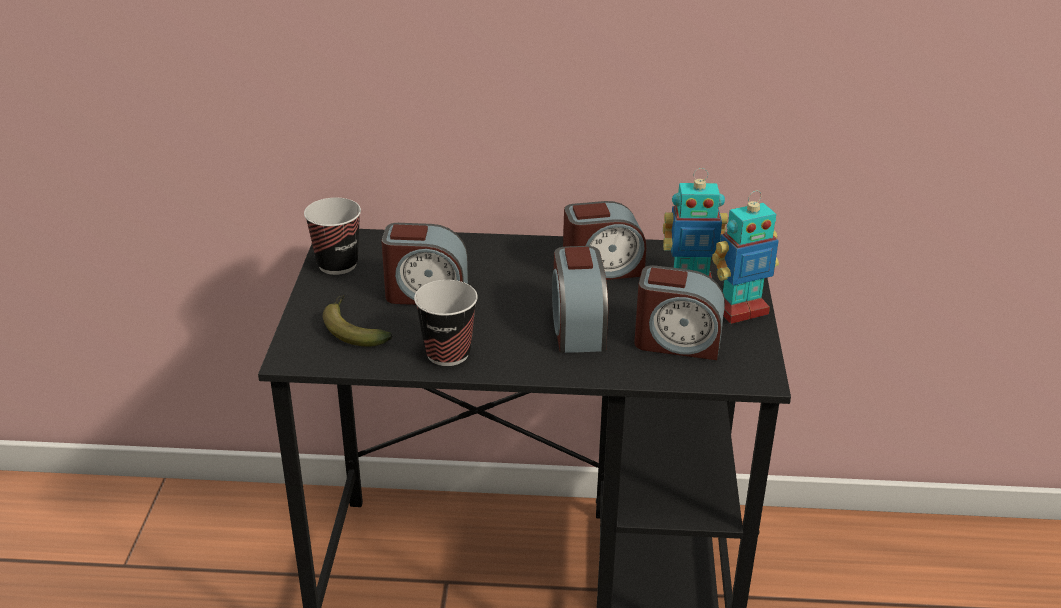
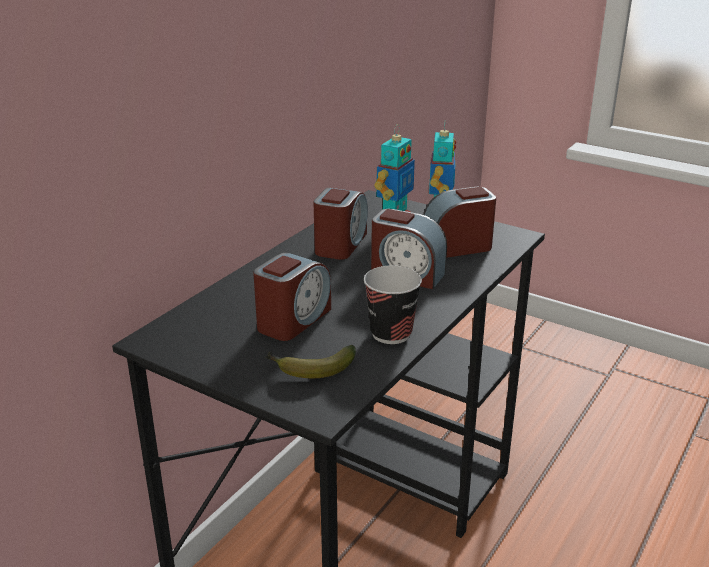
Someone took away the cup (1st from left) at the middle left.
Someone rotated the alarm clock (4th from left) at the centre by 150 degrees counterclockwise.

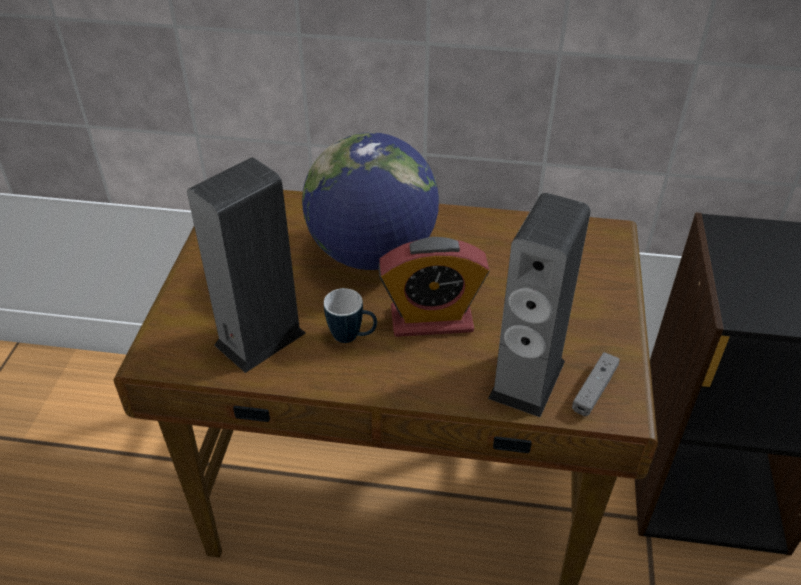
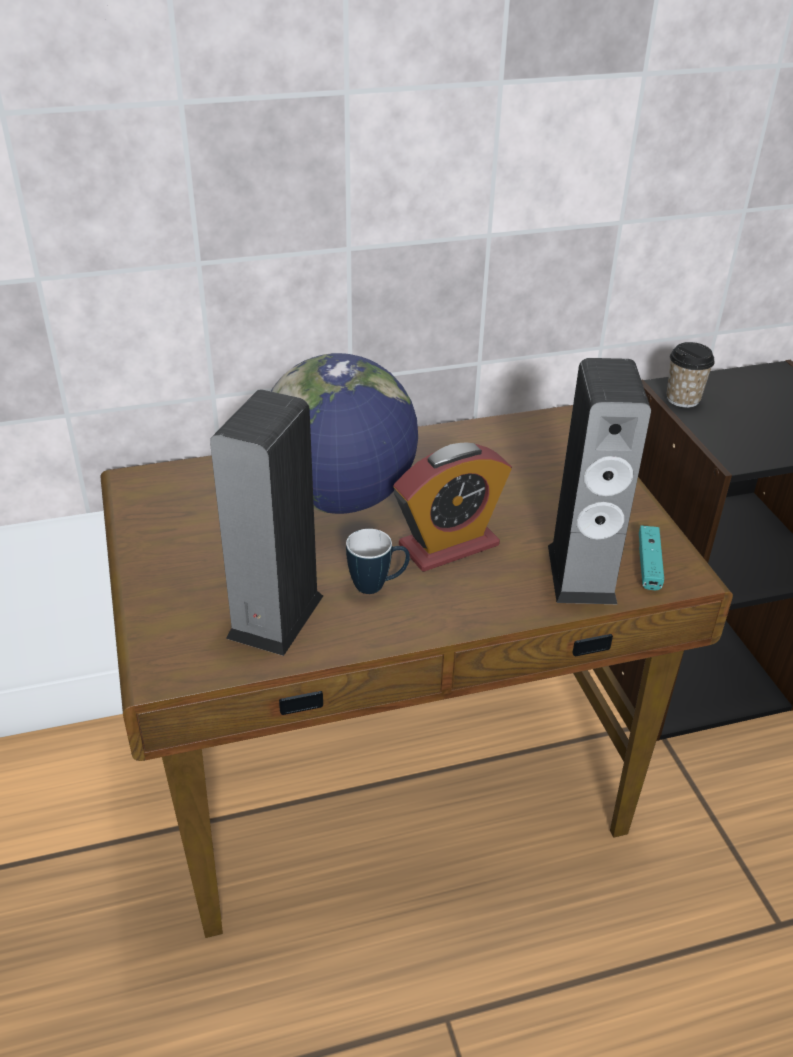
Someone put down the cup at the middle right.
Someone repainted the game controller/grey at the middle right, which became the game controller/turquoise at the middle right.

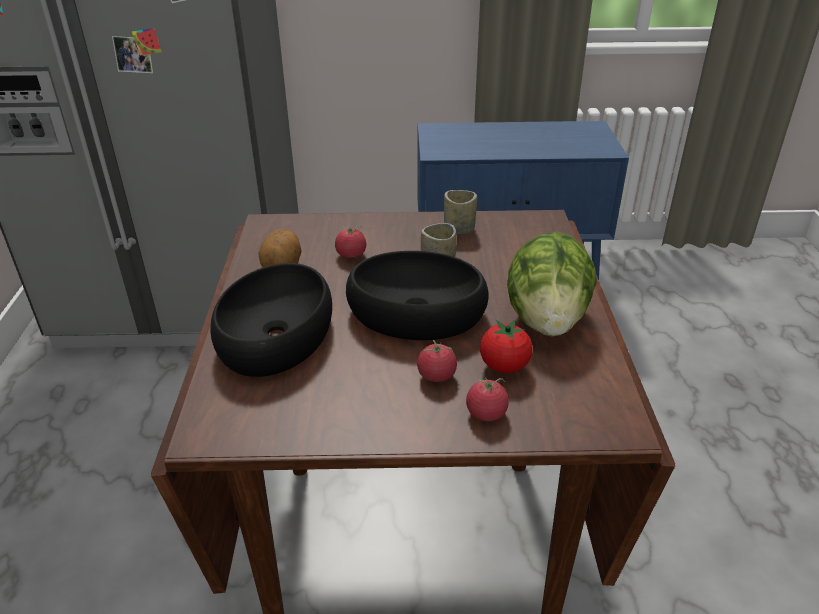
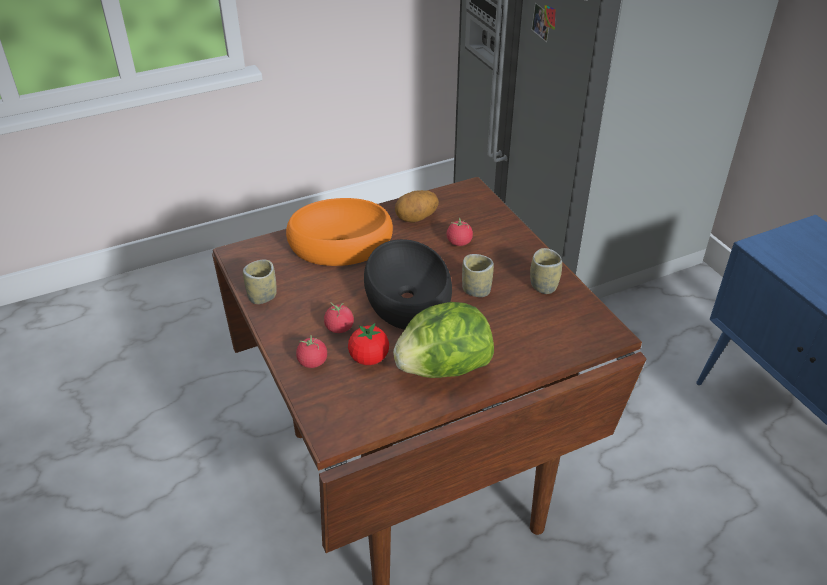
Someone put down the cup (1st from left) at the middle left.
Someone repainted the bowl/black (1st from left) at the middle left, which became the bowl/orange at the centre.

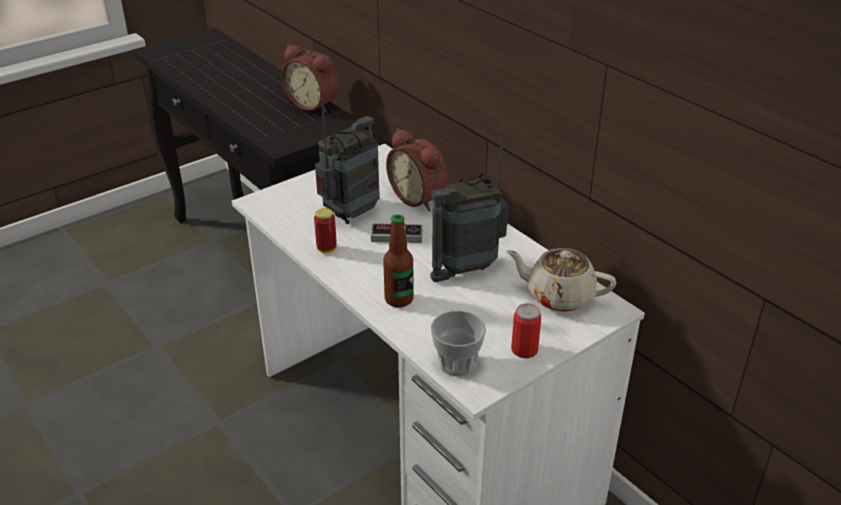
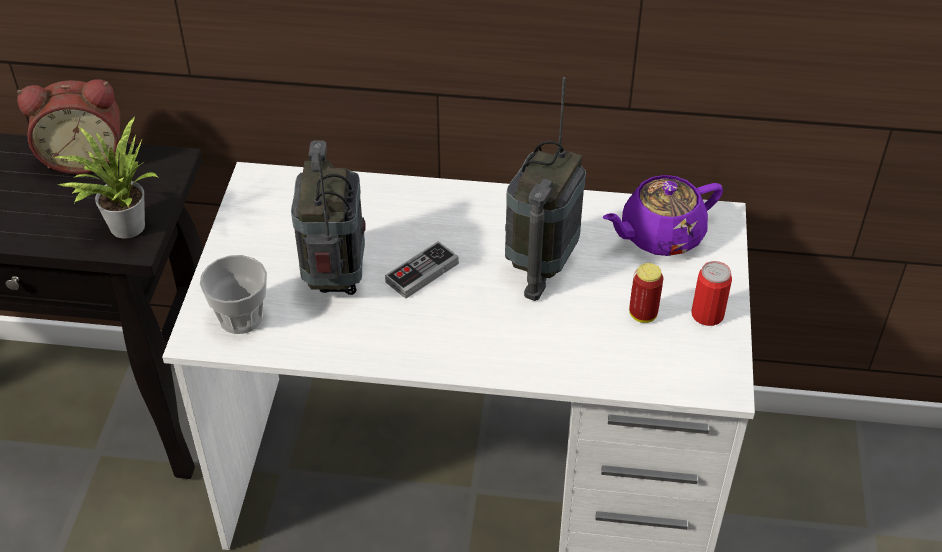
Someone took away the bottle at the centre.
Someone took away the alarm clock (2nd from left) at the centre.
Someone put down the potted plant at the top left.
Someone carried the can (1st from left) from the centre to the middle right.
Someone carried the cup from the bottom centre to the middle left.
Someone repainted the teapot/beige at the middle right, which became the teapot/purple at the middle right.

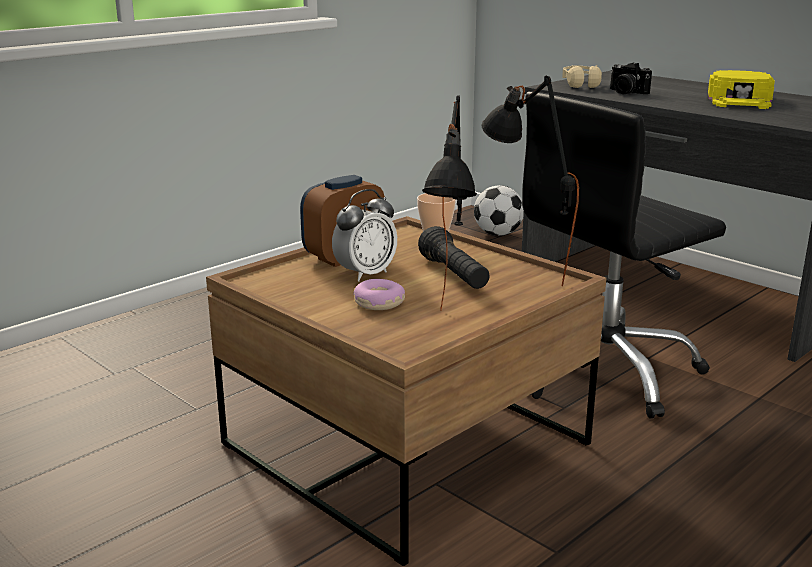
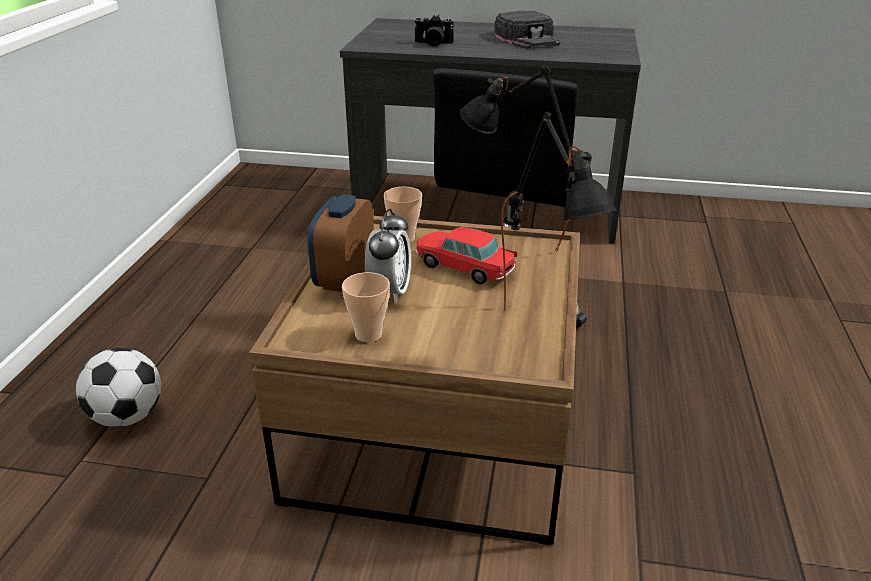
Someone took away the donut at the centre.
Someone took away the headphones/beige at the top right.
Someone put down the cup (1st from left) at the centre.
Someone carried the football from the centre to the middle left.
Someone swapped the flashlight/black at the centre for the toy car at the centre.
Someone repainted the cap/yellow at the top right, which became the cap/black at the top centre.

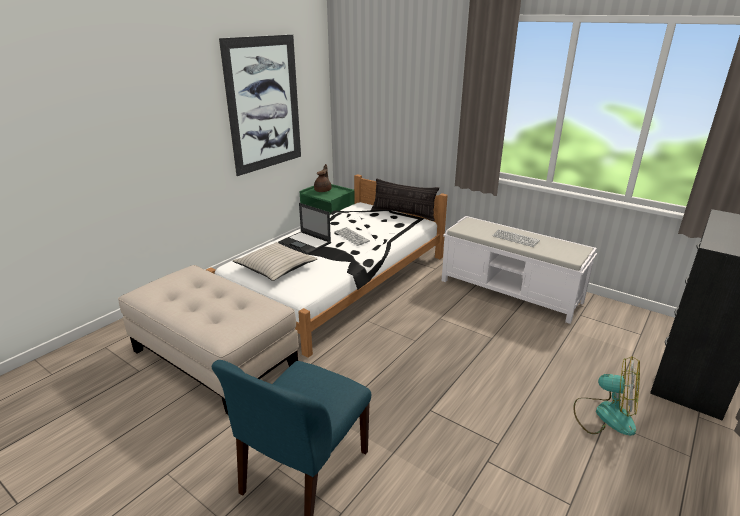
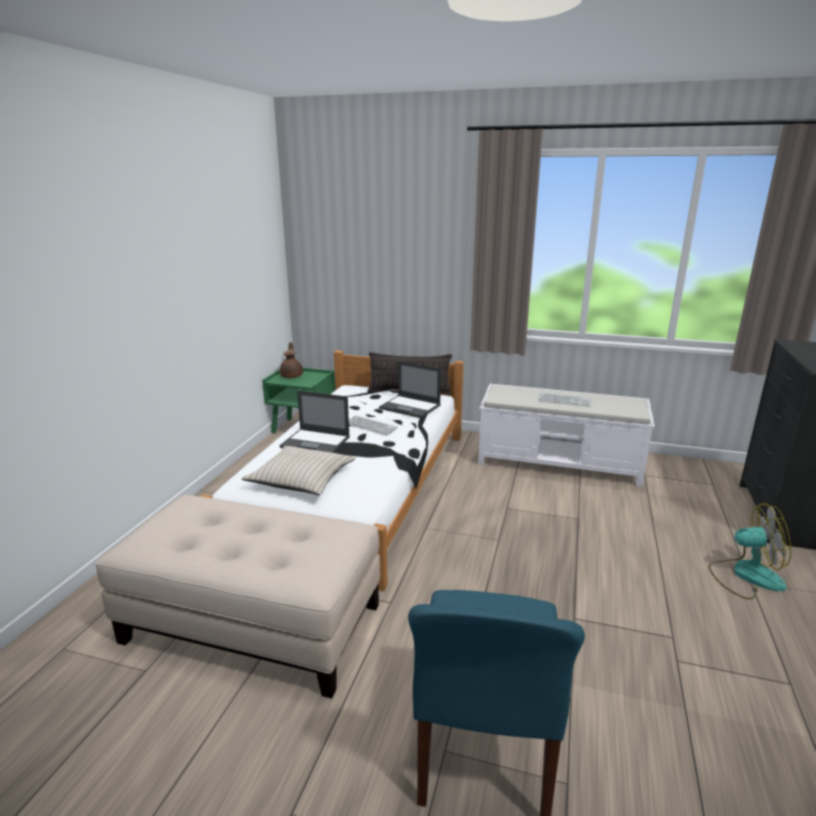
Someone took away the picture at the top centre.
Someone put down the laptop (2nd from left) at the centre.

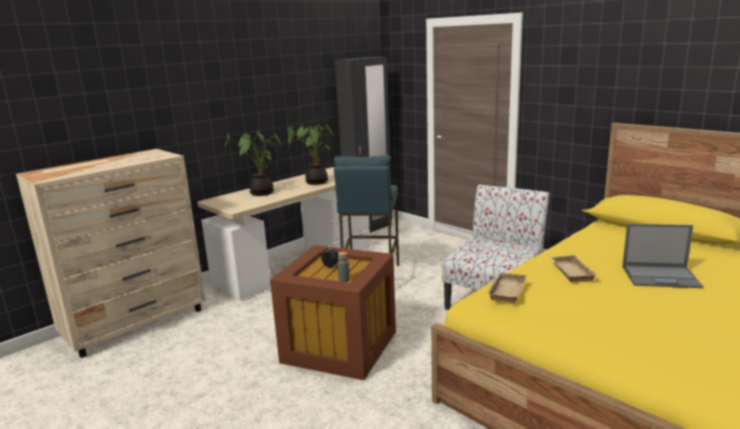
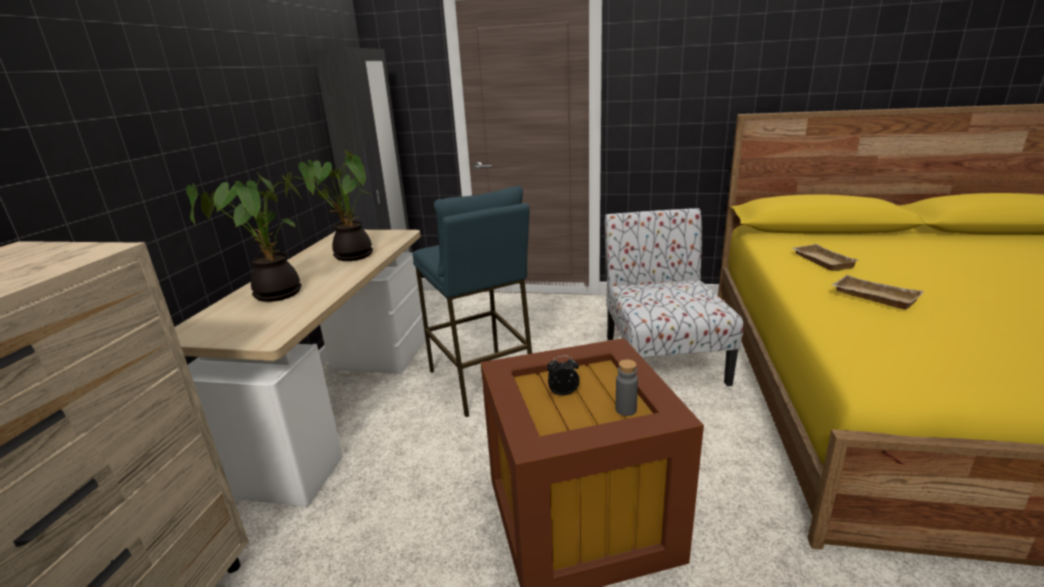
Someone took away the laptop at the middle right.
Someone carried the tray/beige (1st from left) from the bottom right to the middle right.

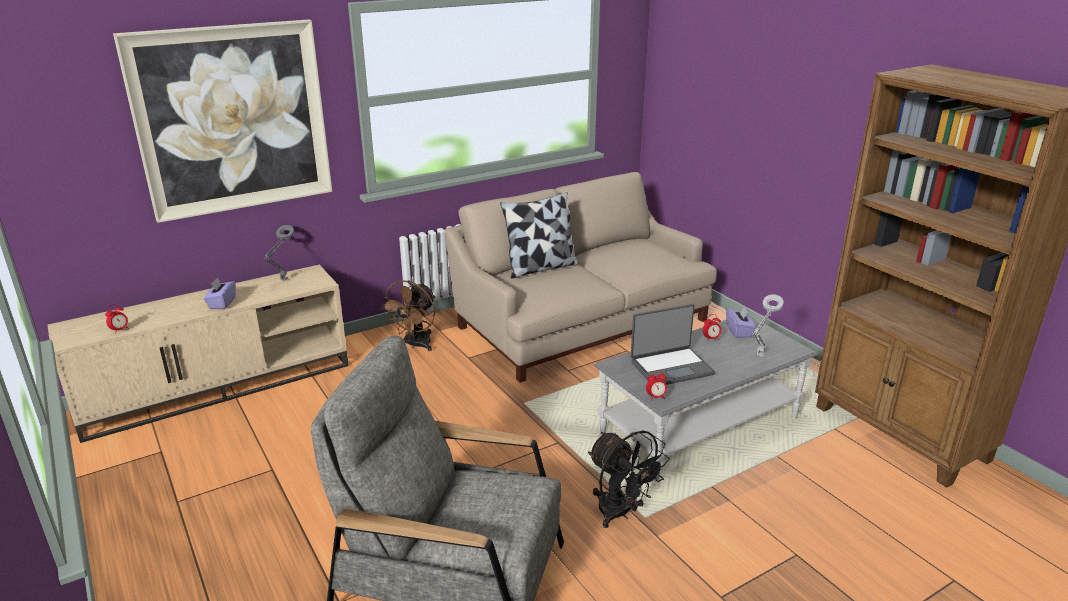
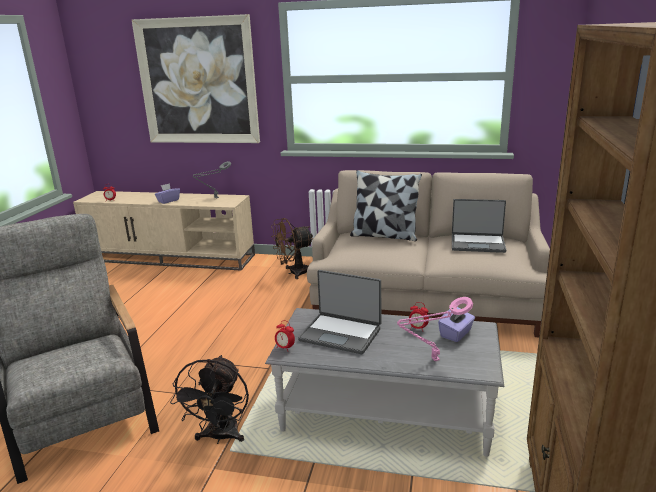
Someone put down the laptop (2nd from left) at the middle right.
Someone repainted the table lamp/grey (2nd from left) at the middle right, which became the table lamp/pink at the bottom centre.

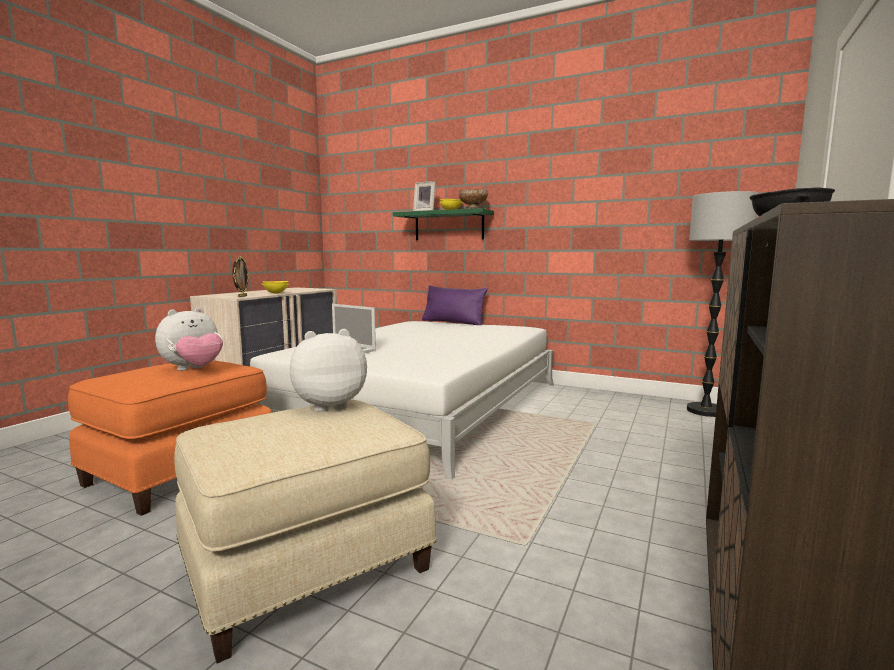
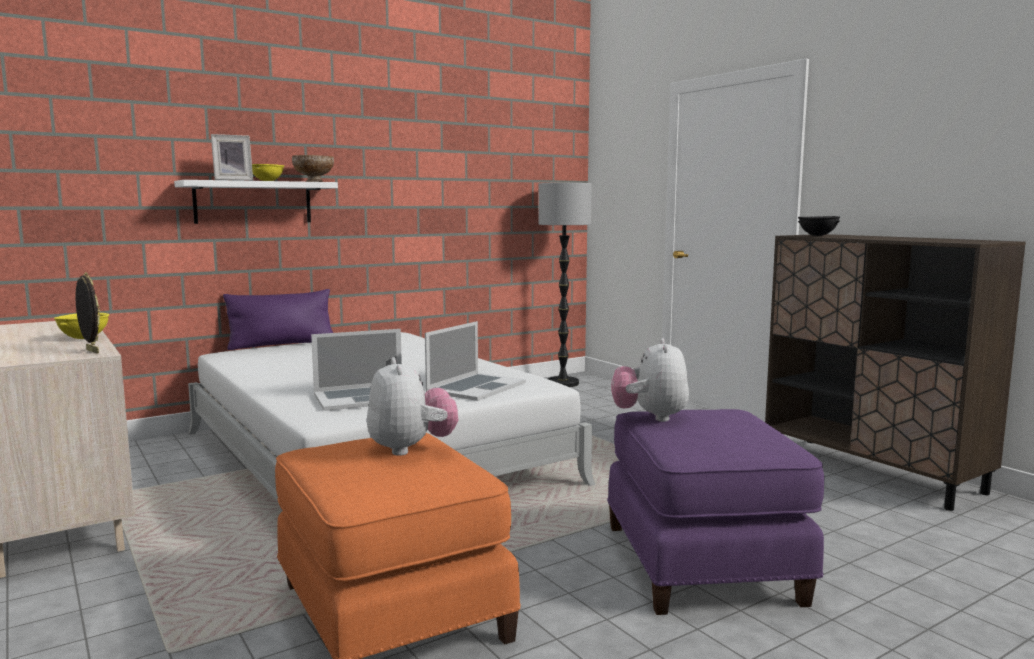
Someone put down the laptop (2nd from left) at the centre.
Someone repainted the ottoman/beige at the bottom centre, which became the ottoman/purple at the bottom right.
Someone repainted the shelf/green at the centre, which became the shelf/white at the top left.

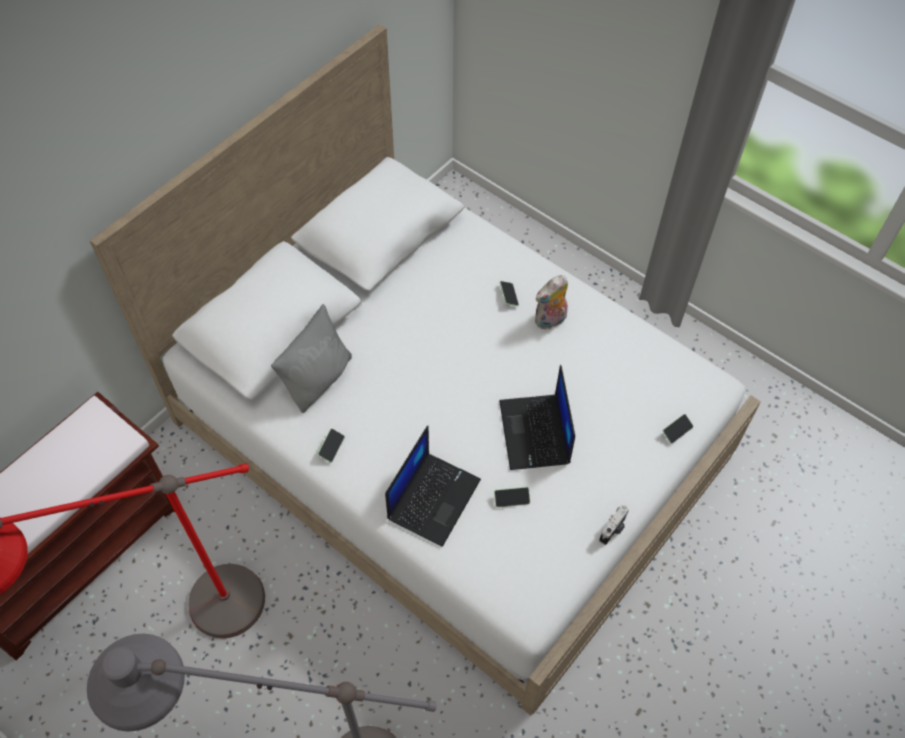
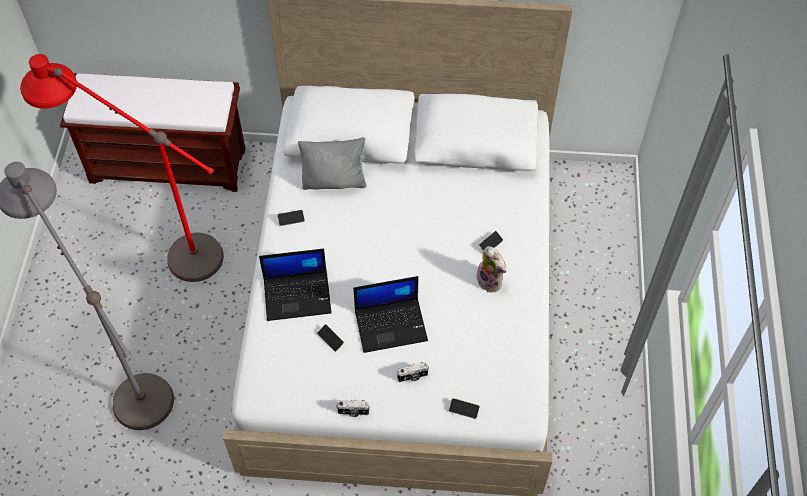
Someone put down the photo camera (2nd from left) at the bottom centre.
Someone rotated the laptop (2nd from left) at the centre by 150 degrees counterclockwise.
Someone rotated the plush toy at the centre by 150 degrees counterclockwise.

